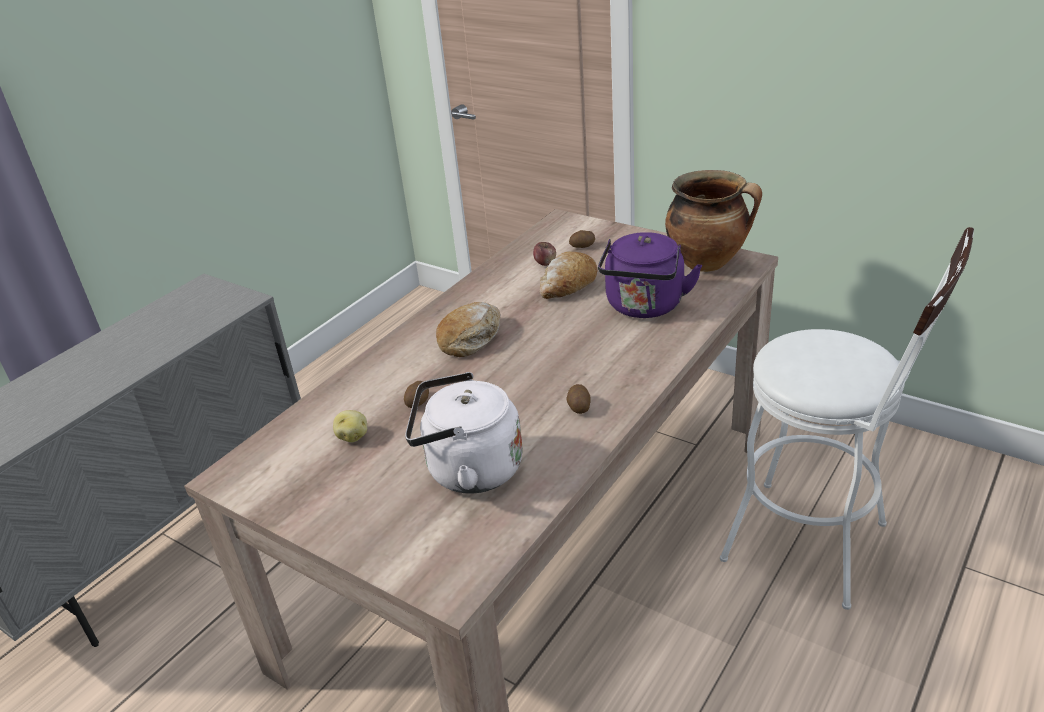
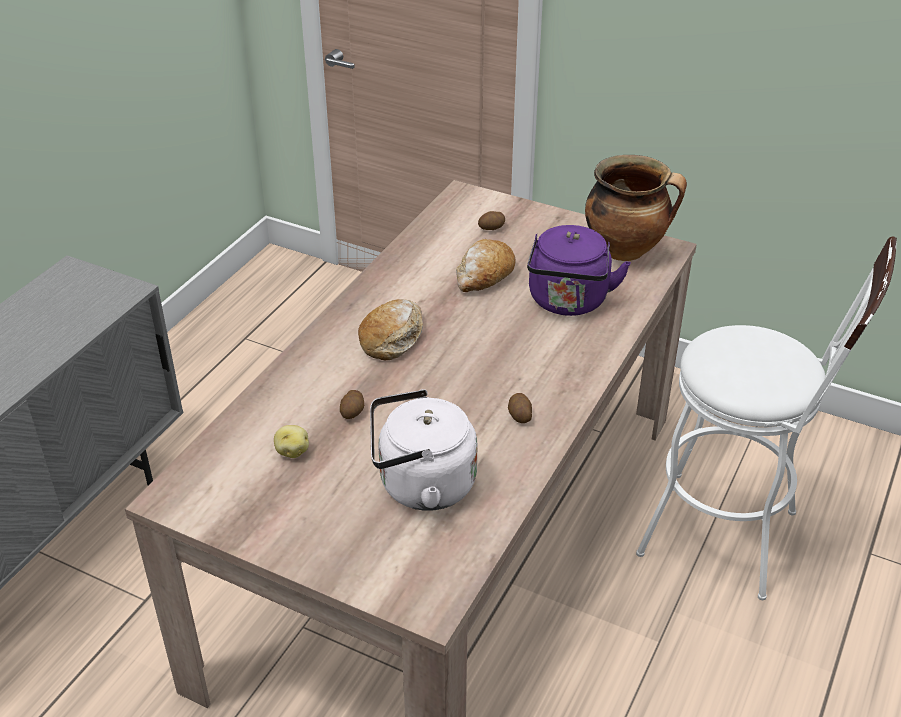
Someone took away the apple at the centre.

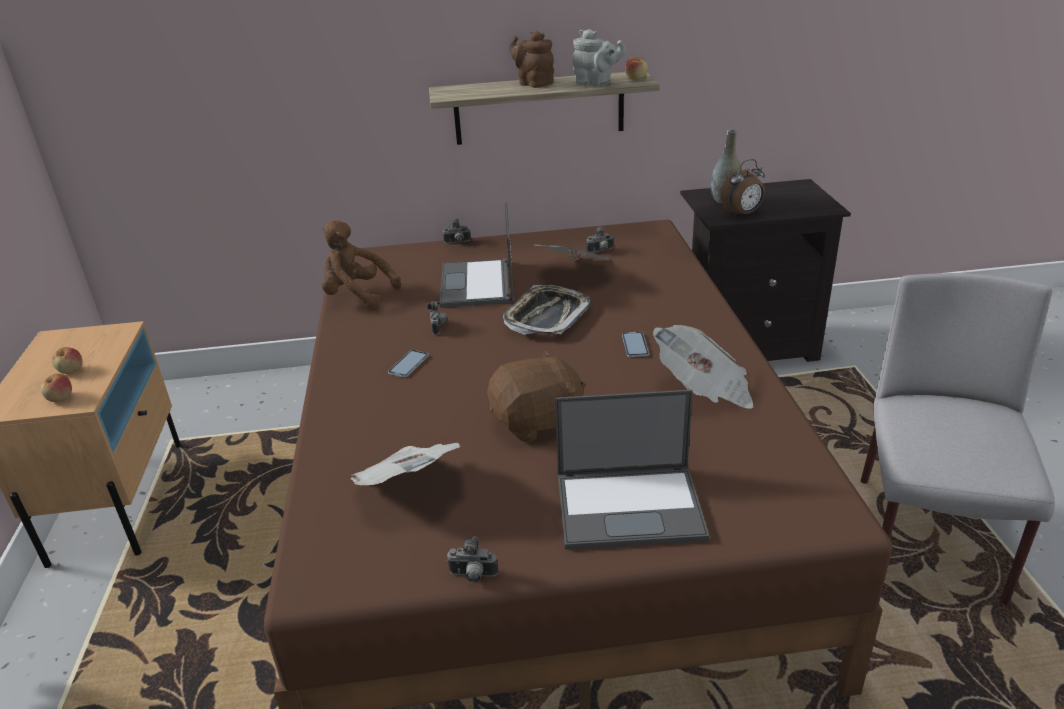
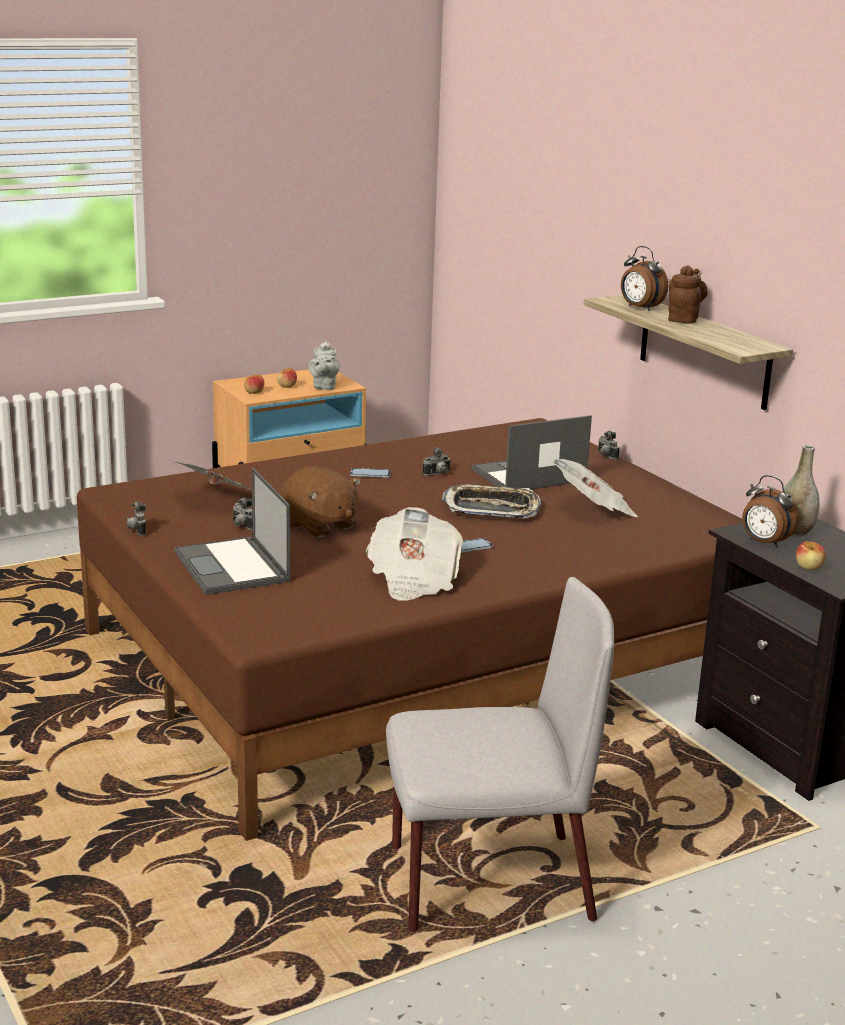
Someone took away the plush toy/brown (1st from left) at the centre.
Someone put down the alarm clock (1st from left) at the top right.
Someone carried the teapot/grey from the top centre to the centre.
Someone carried the photo camera (4th from left in the first image) from the centre to the middle left.
Someone carried the apple (3rd from left) from the top centre to the middle right.

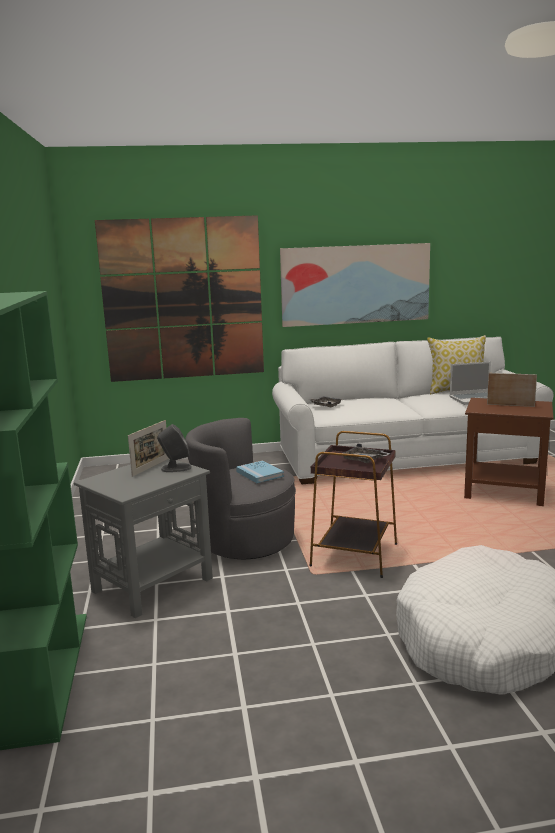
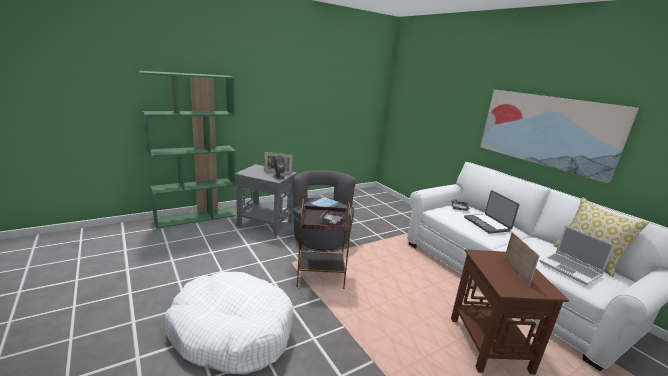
Someone took away the picture (1st from left) at the middle left.
Someone put down the laptop (1st from left) at the middle right.

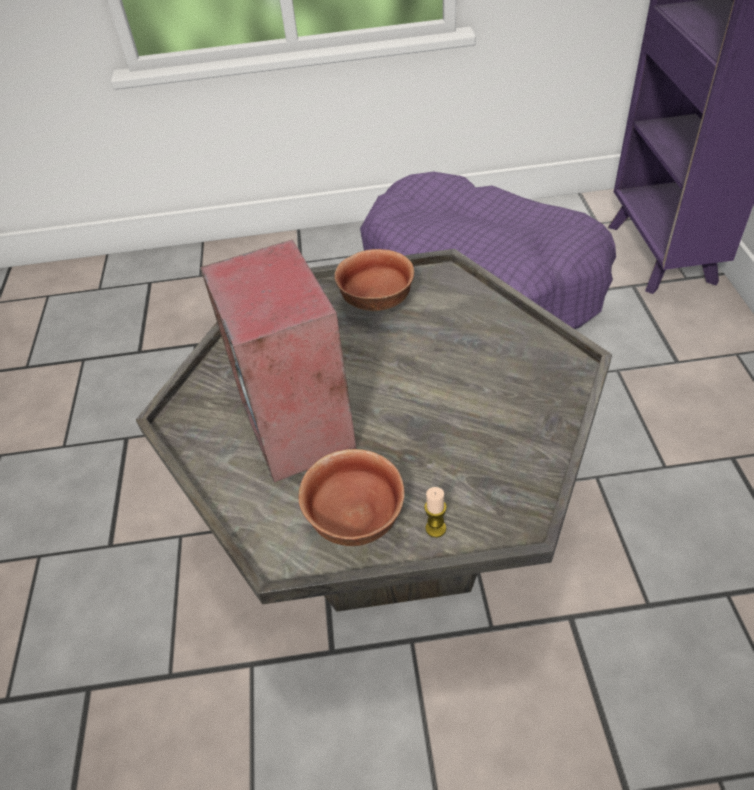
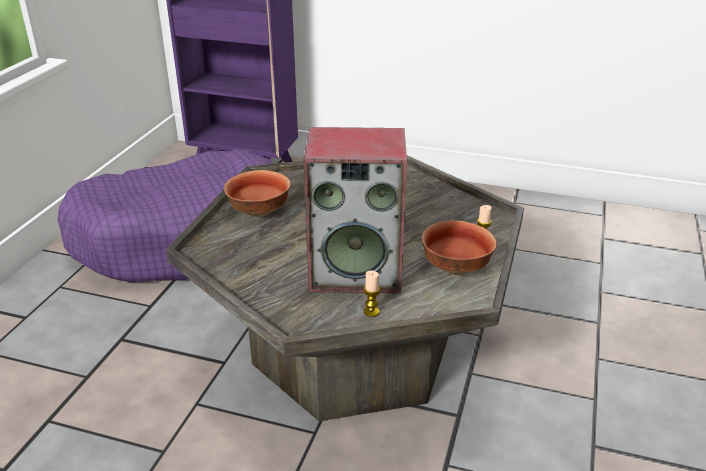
Someone put down the candle (1st from left) at the centre.

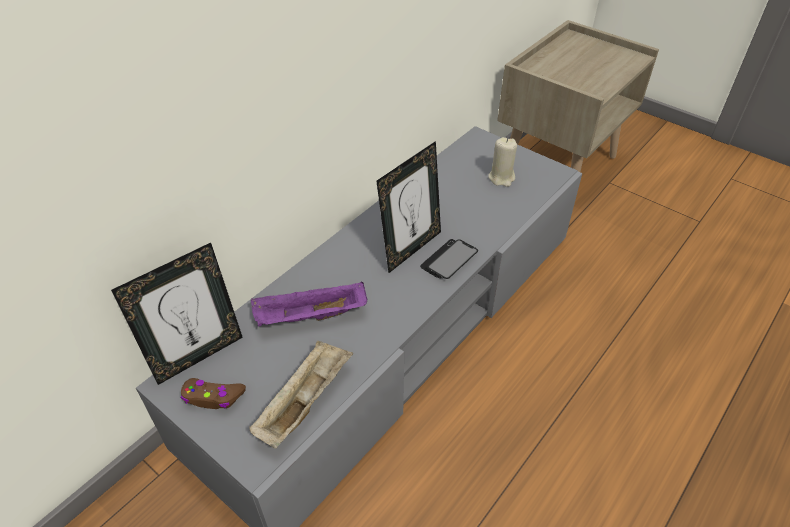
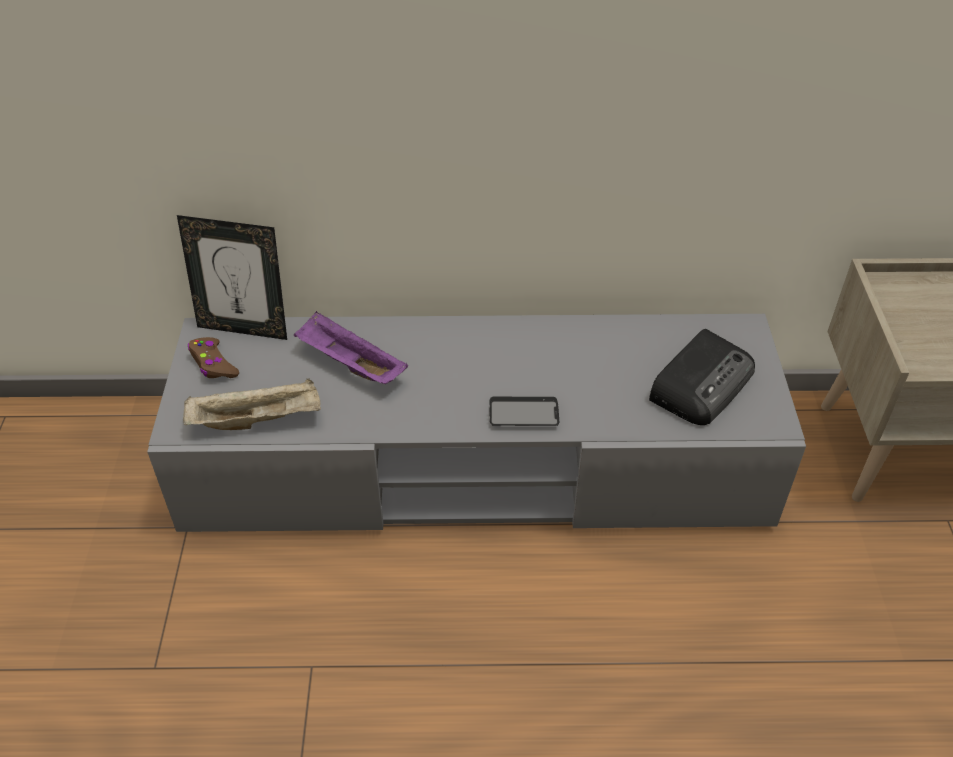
Someone took away the picture frame (2nd from left) at the centre.
Someone swapped the candle/beige at the top centre for the radio at the middle right.

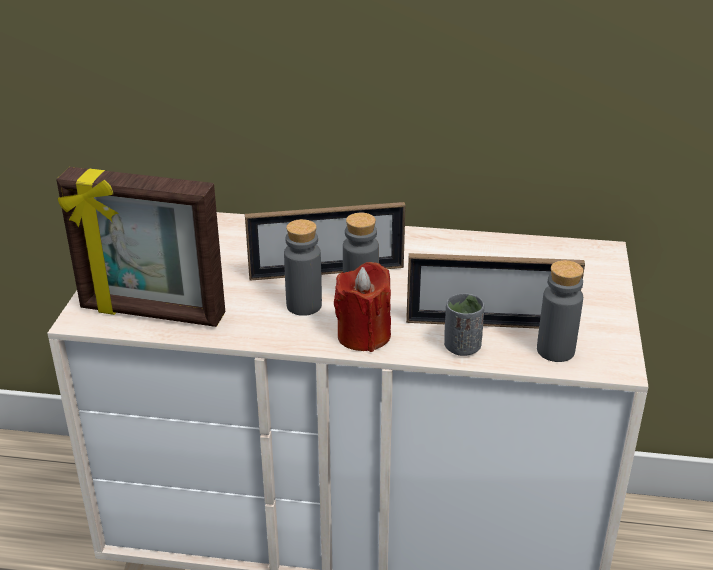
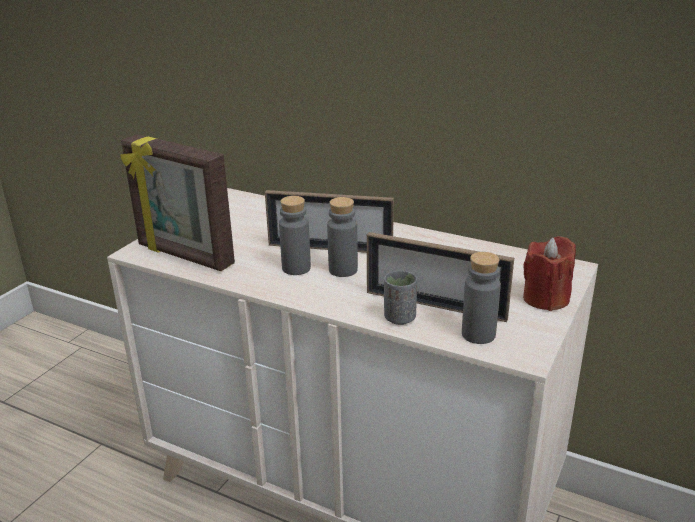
Someone carried the candle/red from the centre to the middle right.

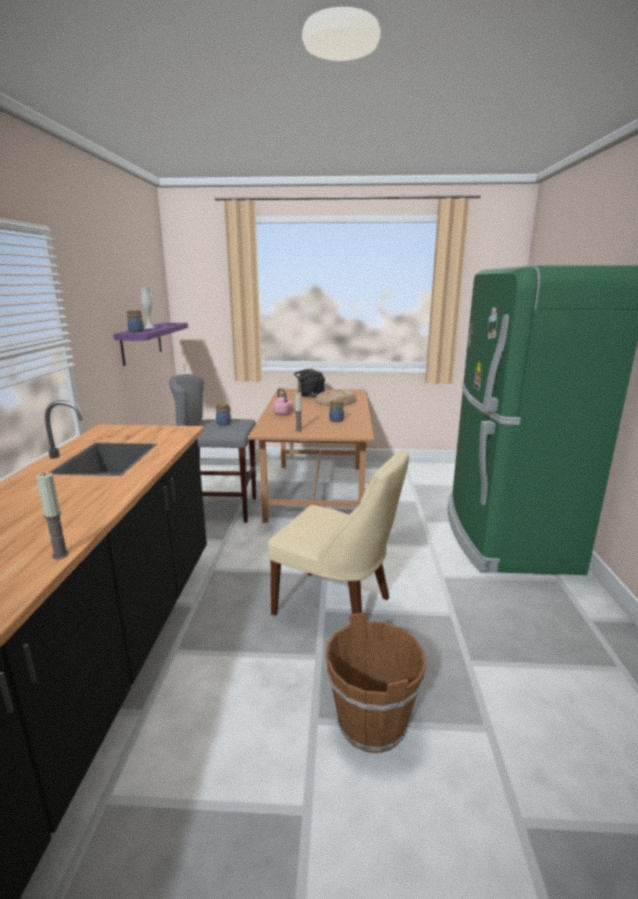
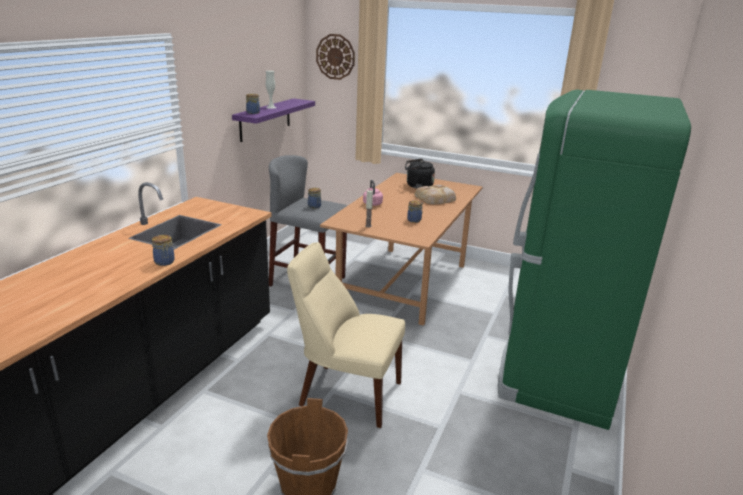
Someone took away the candle (1st from left) at the middle left.
Someone put down the jar (1st from left) at the middle left.
Someone put up the wall clock at the top centre.
Someone rotated the chair/beige at the centre by 150 degrees clockwise.

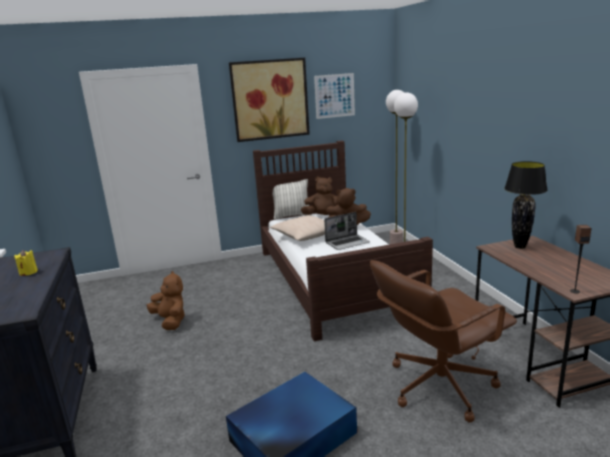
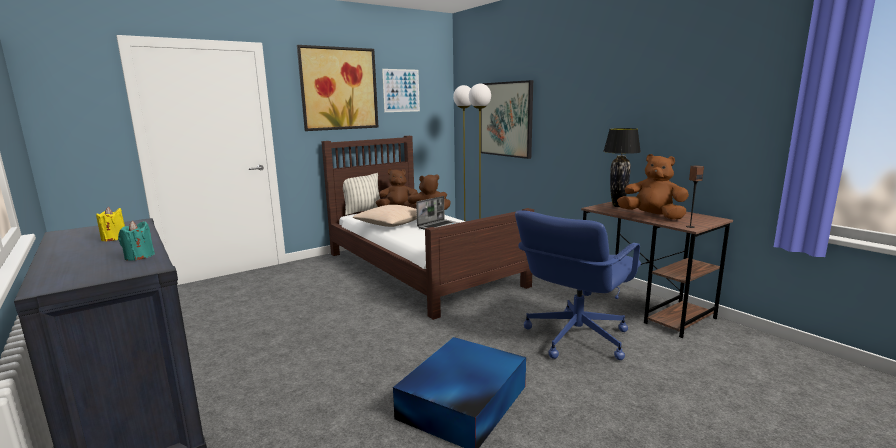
Someone put down the candle/turquoise at the middle left.
Someone put up the picture (3rd from left) at the top centre.
Someone carried the plush toy/brown (1st from left in the first image) from the middle left to the middle right.
Someone repainted the office chair/brown at the bottom right, which became the office chair/blue at the centre.

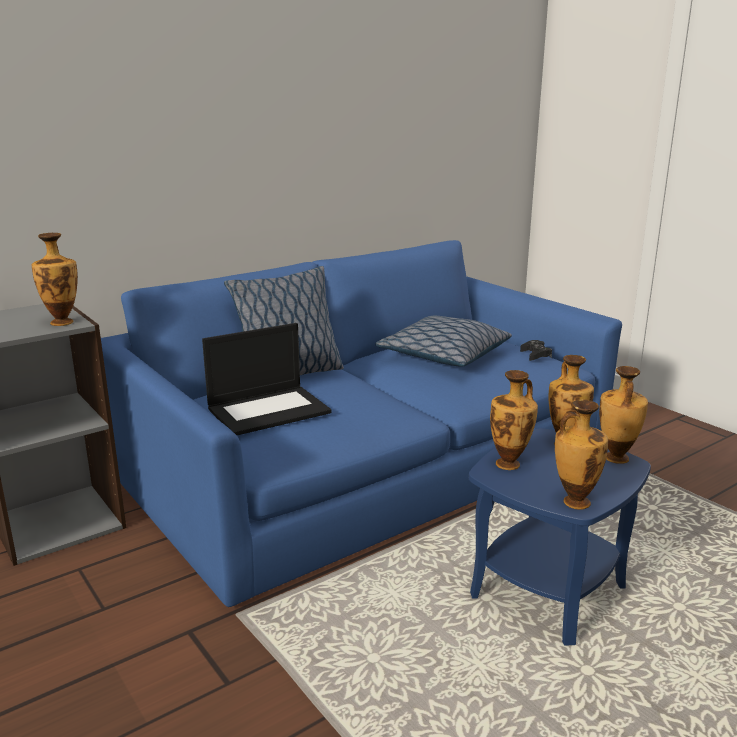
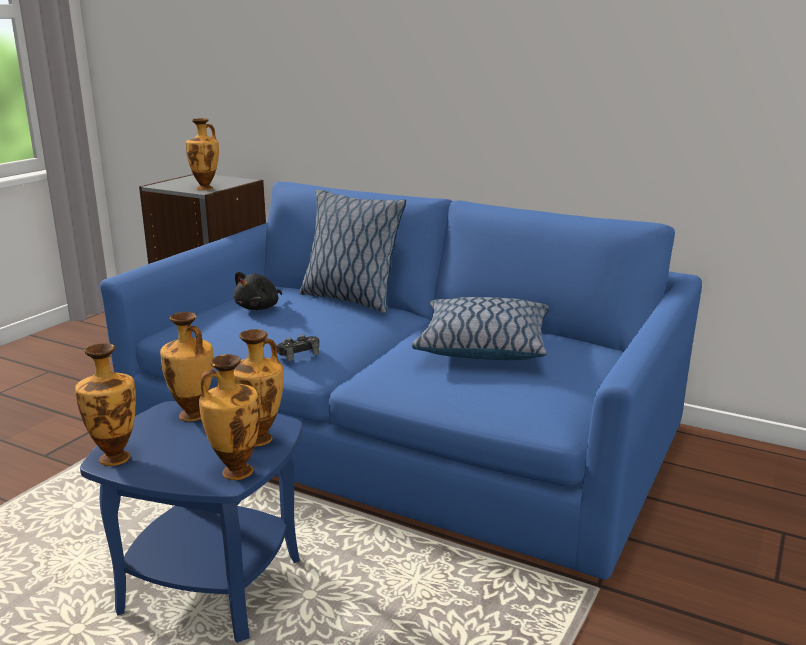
Someone carried the game controller/black from the middle right to the centre.
Someone swapped the laptop at the centre for the plush toy/black at the middle left.

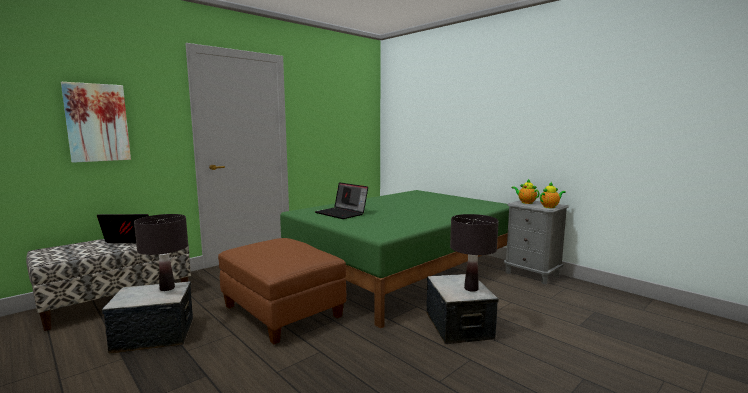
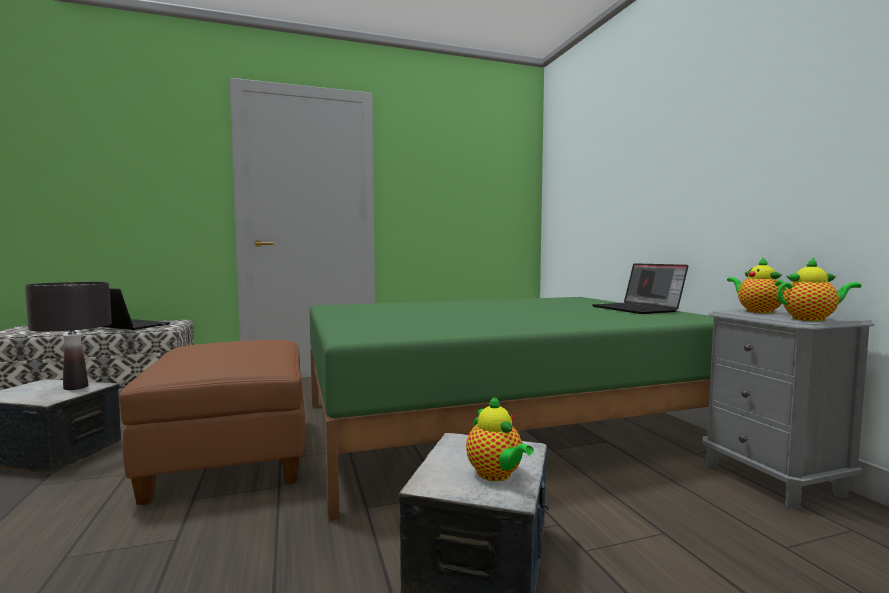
Someone took away the picture at the top left.
Someone carried the laptop (2nd from left) from the centre to the middle right.
Someone swapped the table lamp/black (2nd from left) at the centre for the teapot (1st from left) at the bottom centre.

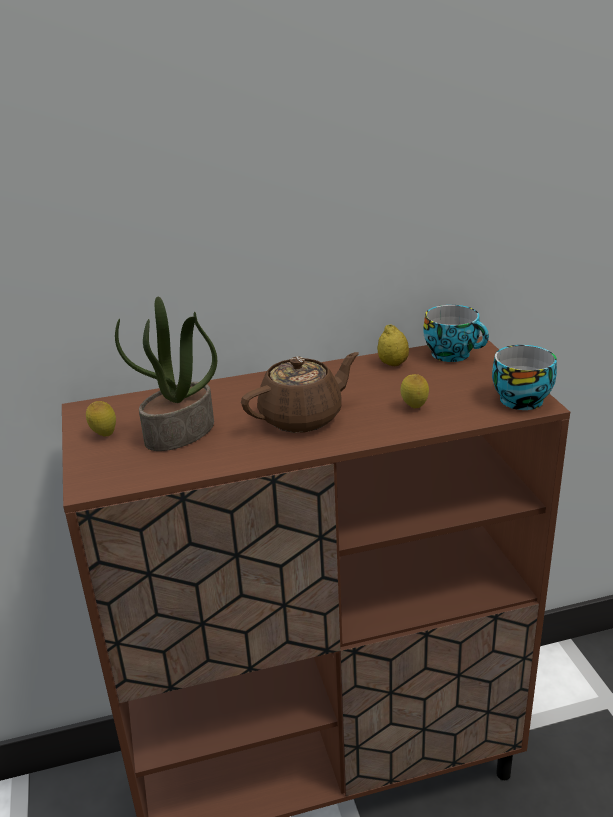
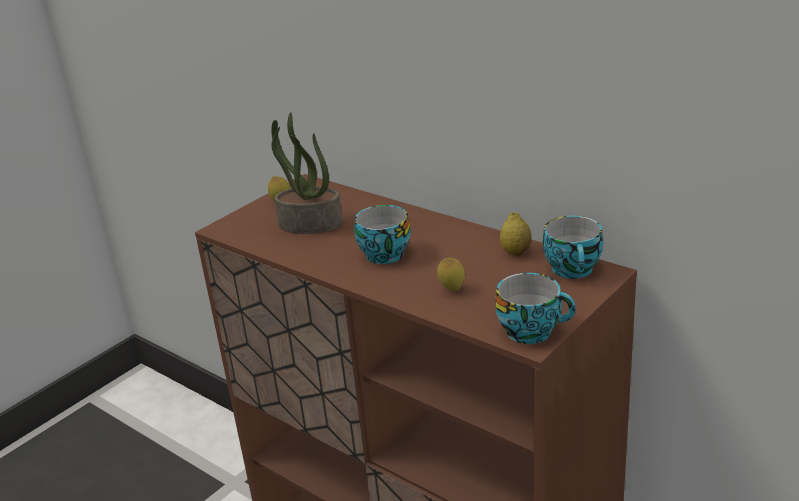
Someone swapped the teapot/brown at the centre for the cup (1st from left) at the centre.

